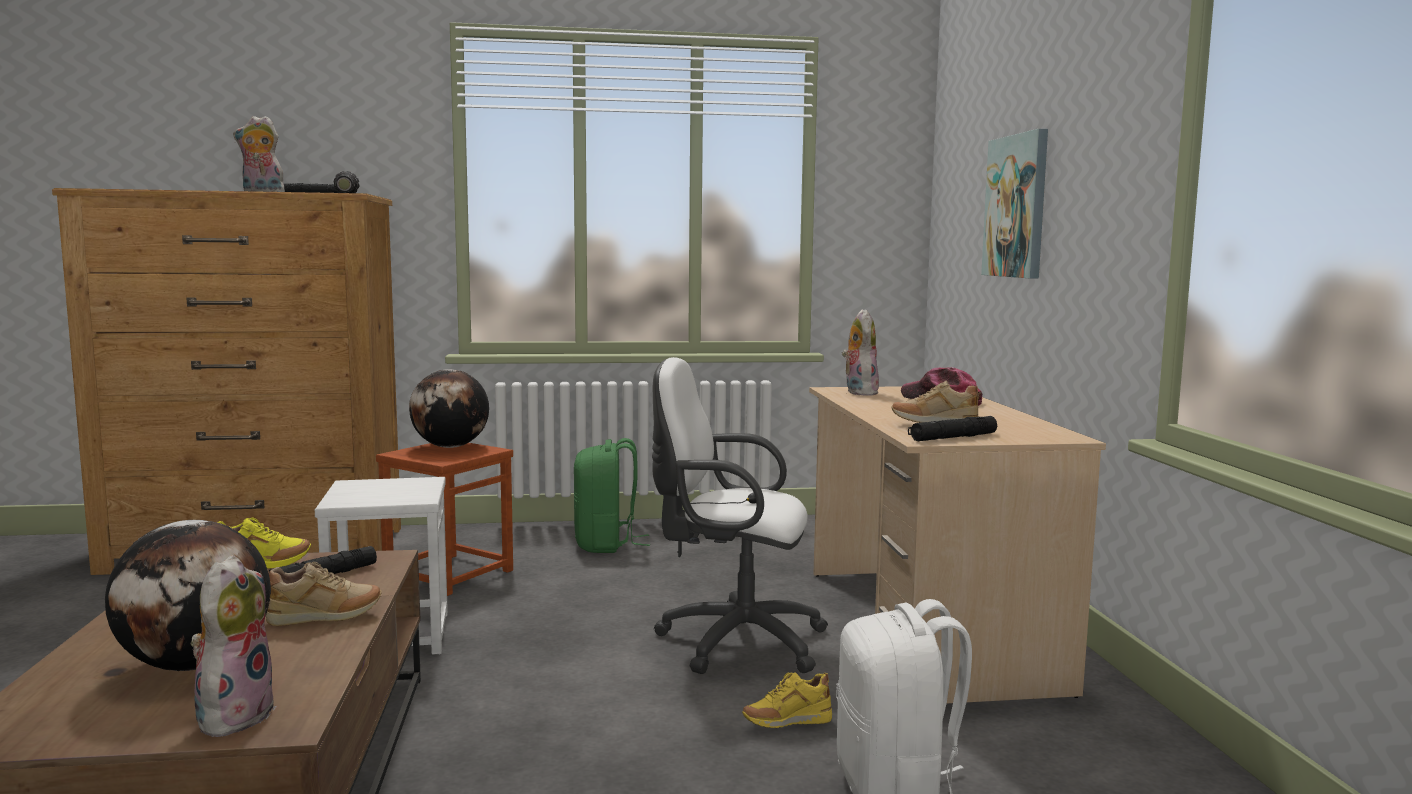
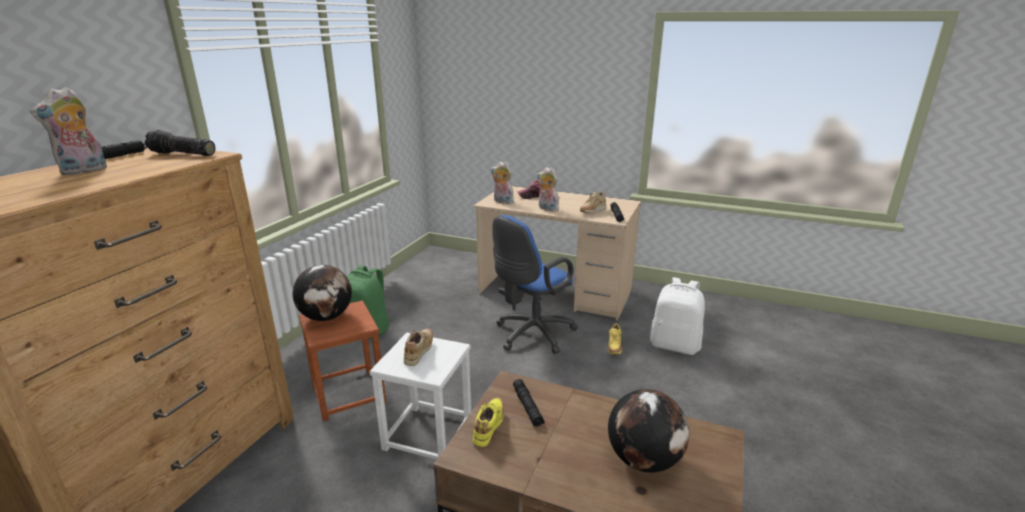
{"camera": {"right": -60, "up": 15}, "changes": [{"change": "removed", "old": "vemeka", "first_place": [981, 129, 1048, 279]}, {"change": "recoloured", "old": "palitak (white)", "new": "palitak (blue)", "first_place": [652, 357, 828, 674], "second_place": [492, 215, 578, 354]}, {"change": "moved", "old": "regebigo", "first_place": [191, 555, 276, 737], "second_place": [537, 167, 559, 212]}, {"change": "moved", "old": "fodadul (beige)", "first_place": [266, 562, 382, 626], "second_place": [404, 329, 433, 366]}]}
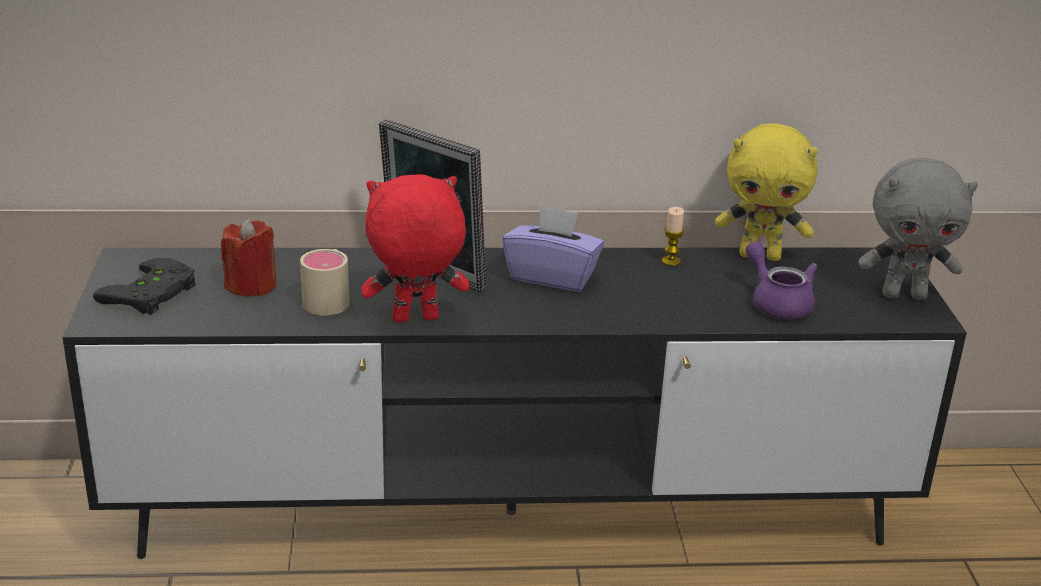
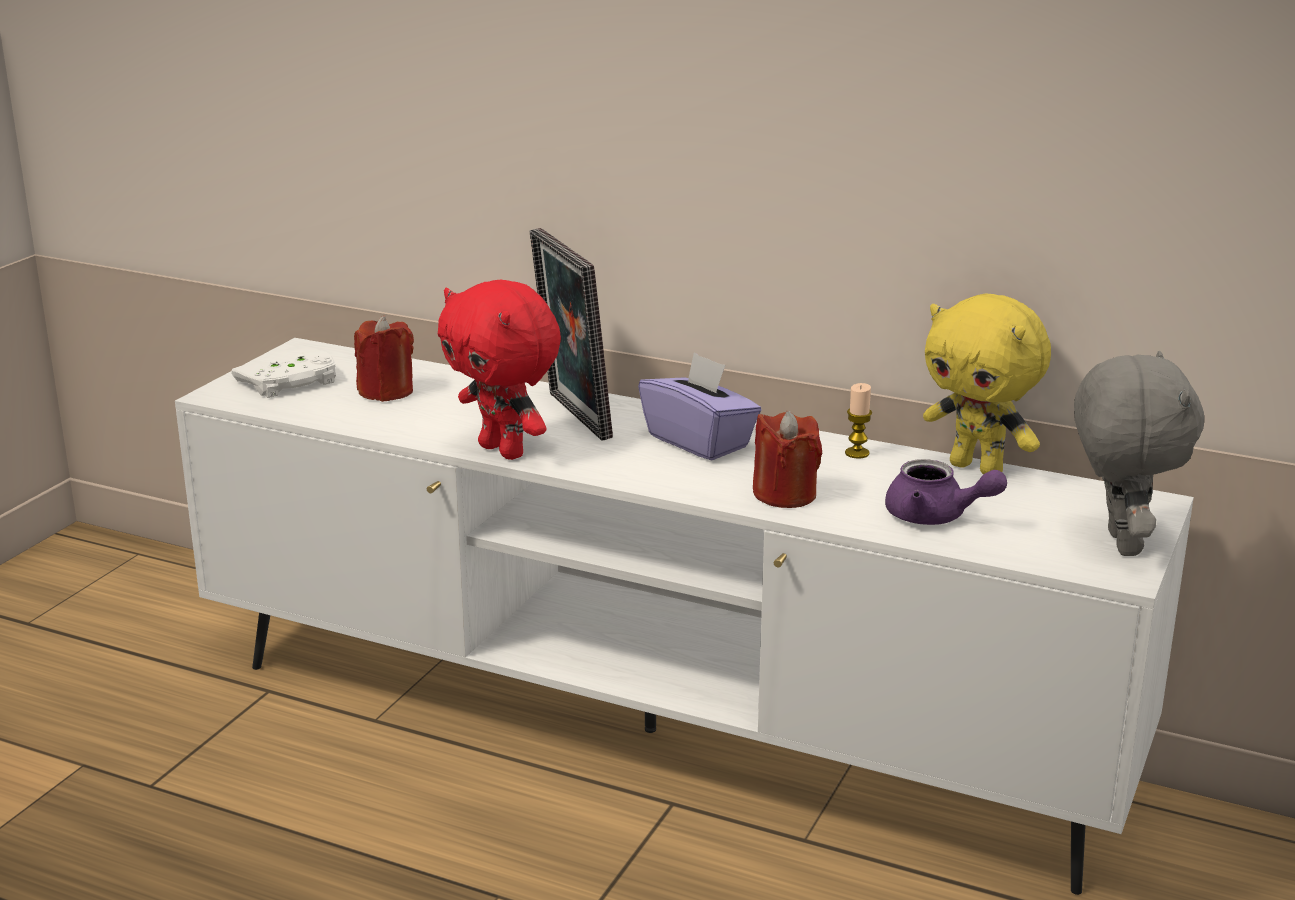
{"camera": {"right": 30, "up": -5}, "changes": [{"change": "turned", "old": "regebigo (grey)", "first_place": [858, 158, 978, 300], "second_place": [1074, 351, 1204, 556], "degrees": -120}, {"change": "turned", "old": "regebigo (red)", "first_place": [361, 174, 469, 322], "second_place": [438, 279, 561, 460], "degrees": -150}, {"change": "turned", "old": "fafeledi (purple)", "first_place": [746, 242, 818, 319], "second_place": [885, 459, 1007, 525], "degrees": 120}, {"change": "recoloured", "old": "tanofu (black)", "new": "tanofu (white)", "first_place": [62, 248, 967, 559], "second_place": [175, 338, 1194, 895]}, {"change": "removed", "old": "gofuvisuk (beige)", "first_place": [300, 249, 349, 316]}, {"change": "recoloured", "old": "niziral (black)", "new": "niziral (white)", "first_place": [93, 258, 195, 315], "second_place": [232, 350, 336, 398]}, {"change": "added", "new": "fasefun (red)", "second_place": [753, 411, 822, 508]}]}
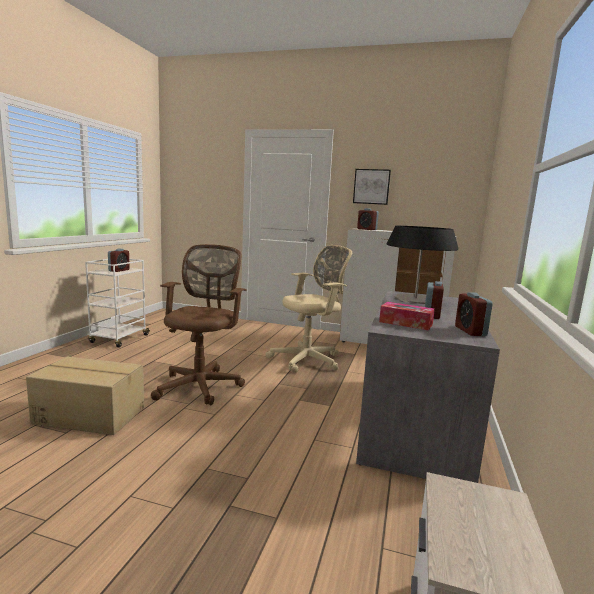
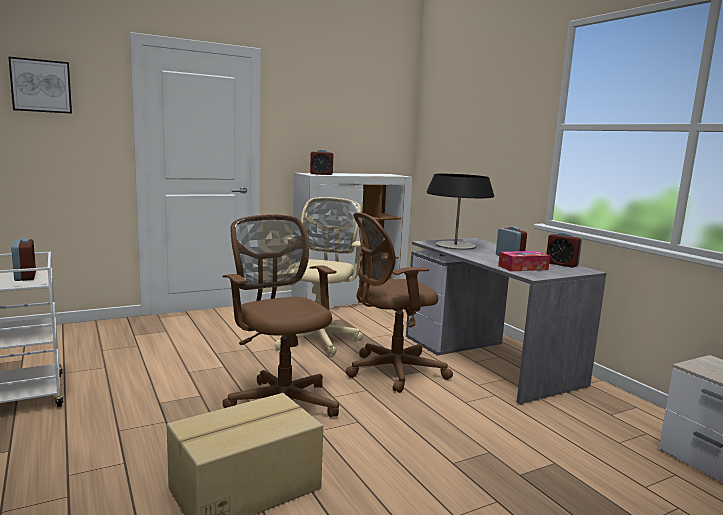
{"camera": {"right": -45, "up": 0}, "changes": [{"change": "moved", "old": "vemeka", "first_place": [353, 169, 391, 205], "second_place": [8, 57, 72, 114]}, {"change": "added", "new": "palitak (brown)", "second_place": [346, 212, 453, 393]}]}
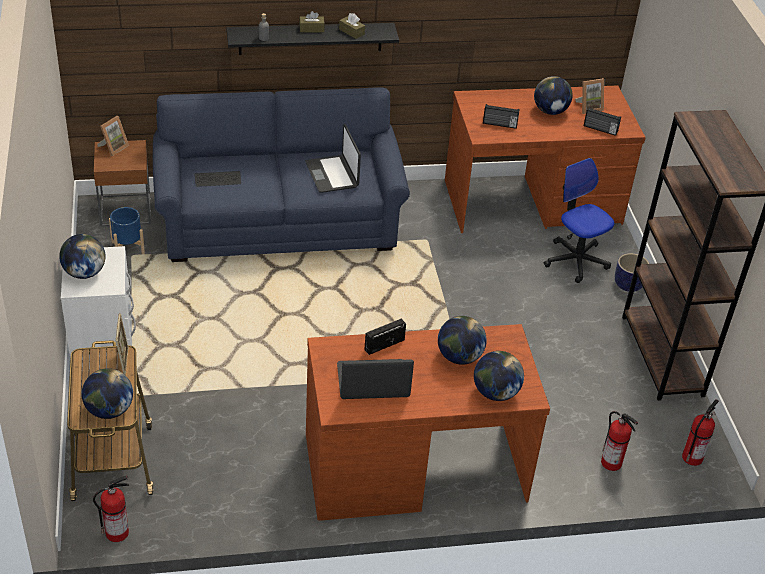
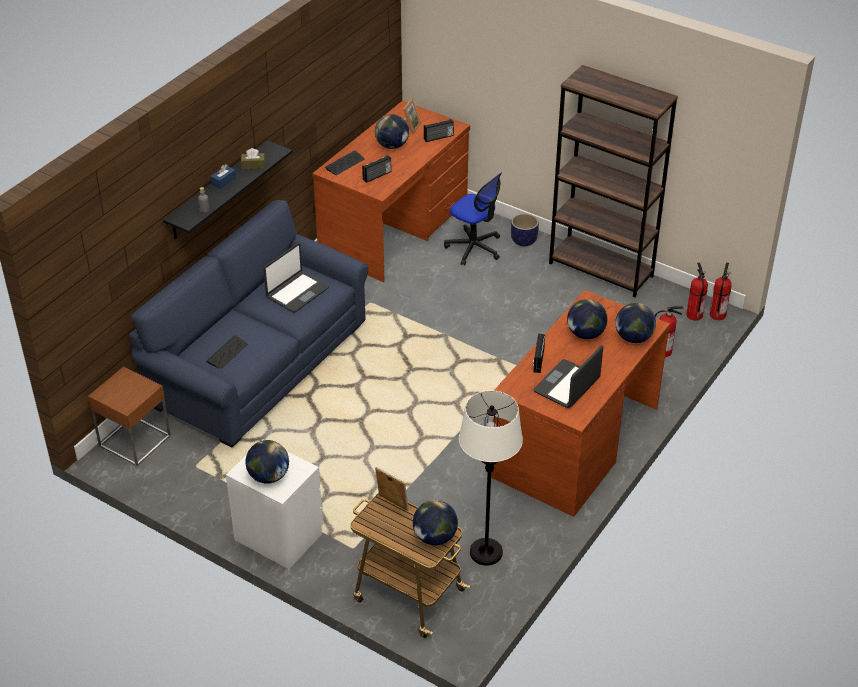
{"camera": {"right": -45, "up": 0}, "changes": [{"change": "recoloured", "old": "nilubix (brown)", "new": "nilubix (blue)", "first_place": [299, 11, 325, 32], "second_place": [210, 164, 236, 189]}, {"change": "removed", "old": "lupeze", "first_place": [97, 116, 129, 156]}, {"change": "turned", "old": "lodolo", "first_place": [305, 124, 361, 193], "second_place": [263, 243, 329, 313], "degrees": -75}, {"change": "turned", "old": "palitak", "first_place": [544, 158, 614, 283], "second_place": [444, 172, 502, 266], "degrees": -150}, {"change": "removed", "old": "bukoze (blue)", "first_place": [109, 207, 145, 254]}, {"change": "moved", "old": "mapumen", "first_place": [93, 476, 129, 542], "second_place": [710, 262, 732, 320]}, {"change": "added", "new": "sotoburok", "second_place": [325, 150, 364, 175]}, {"change": "added", "new": "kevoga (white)", "second_place": [459, 390, 523, 566]}]}
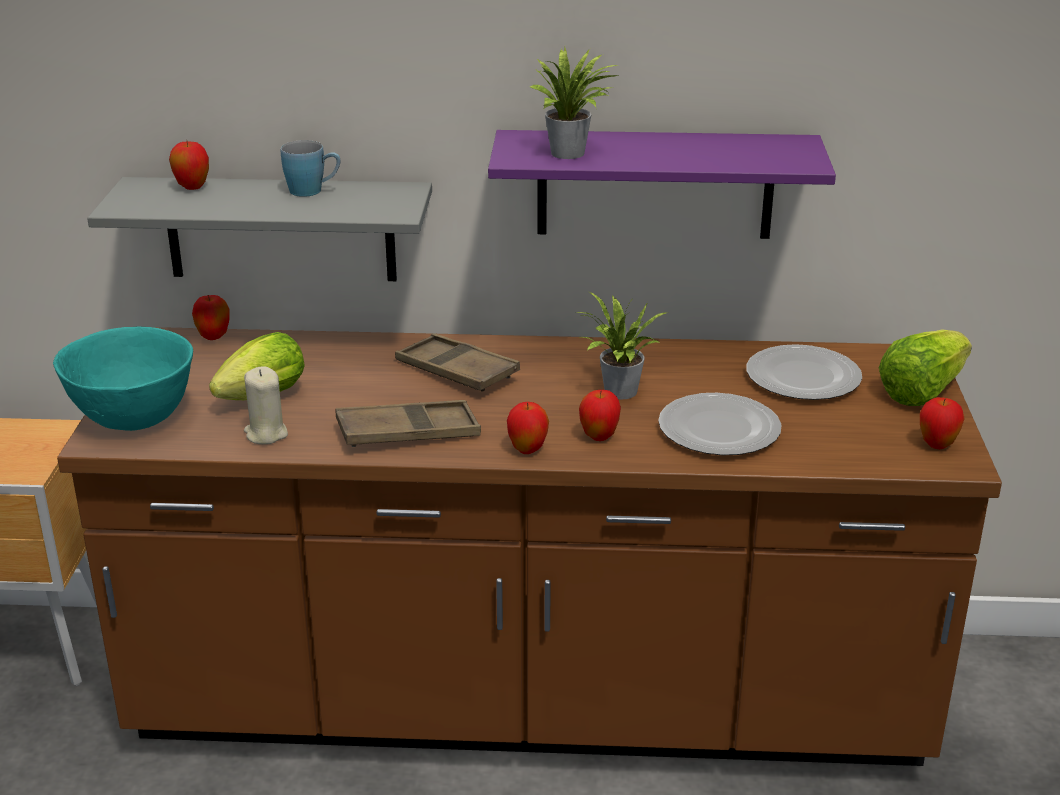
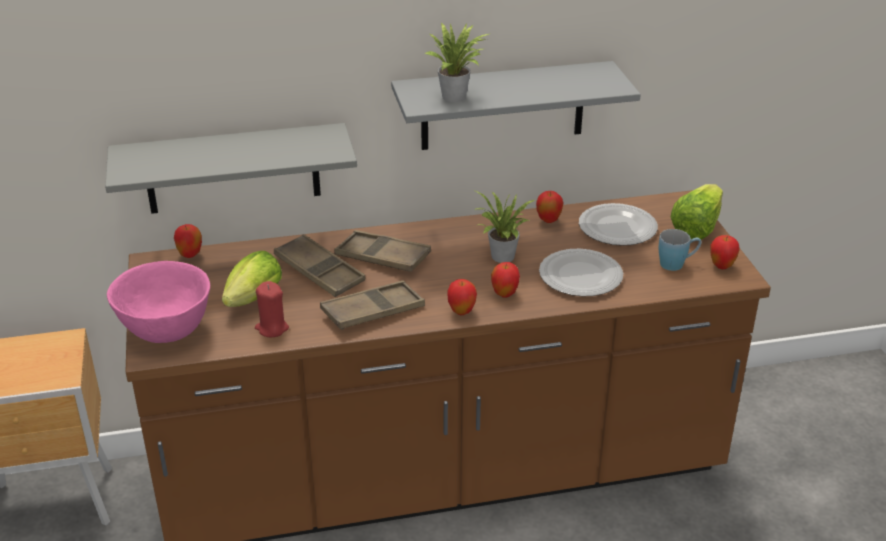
{"camera": {"right": -15, "up": 5}, "changes": [{"change": "recoloured", "old": "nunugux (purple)", "new": "nunugux (grey)", "first_place": [488, 130, 836, 239], "second_place": [391, 61, 641, 150]}, {"change": "moved", "old": "gofuvisuk (blue)", "first_place": [281, 140, 340, 197], "second_place": [659, 229, 702, 271]}, {"change": "moved", "old": "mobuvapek", "first_place": [169, 141, 209, 190], "second_place": [536, 191, 564, 223]}, {"change": "recoloured", "old": "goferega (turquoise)", "new": "goferega (pink)", "first_place": [53, 327, 193, 431], "second_place": [107, 261, 210, 343]}, {"change": "recoloured", "old": "fasefun (beige)", "new": "fasefun (red)", "first_place": [244, 366, 288, 444], "second_place": [255, 281, 289, 338]}, {"change": "added", "new": "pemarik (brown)", "second_place": [274, 234, 365, 297]}]}
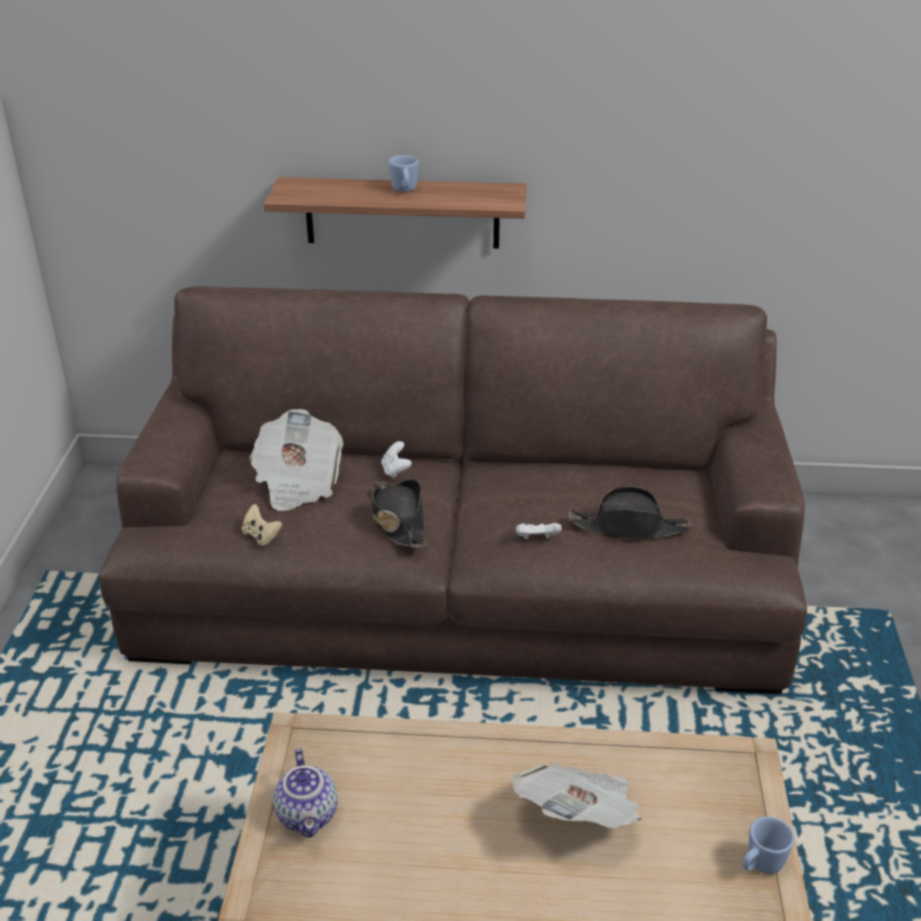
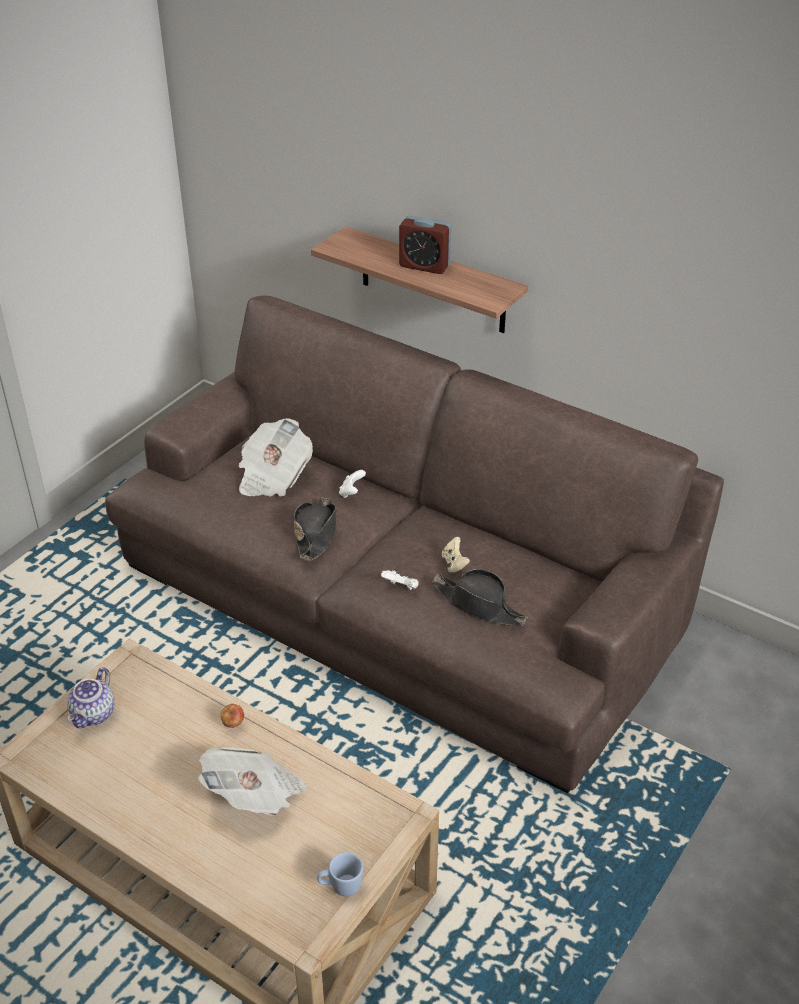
{"camera": {"right": 30, "up": 5}, "changes": [{"change": "replaced", "old": "gofuvisuk (blue)", "new": "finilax", "first_place": [389, 155, 419, 192], "second_place": [399, 215, 451, 274]}, {"change": "moved", "old": "niziral (beige)", "first_place": [242, 504, 282, 546], "second_place": [442, 537, 470, 573]}, {"change": "added", "new": "mobuvapek", "second_place": [220, 704, 244, 728]}]}
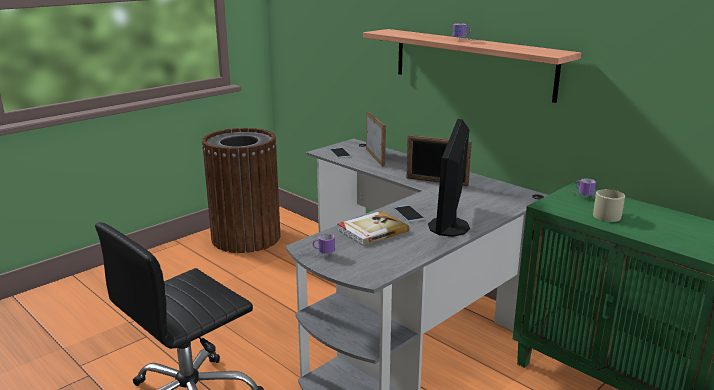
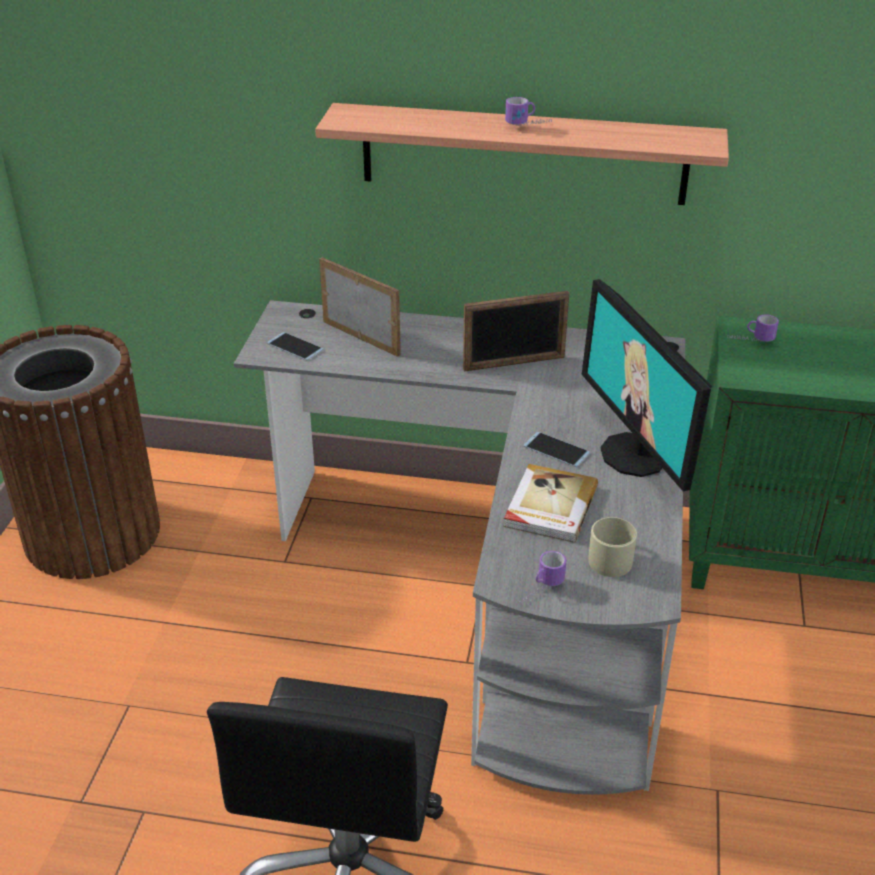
{"camera": {"right": -35, "up": 15}, "changes": [{"change": "moved", "old": "gofuvisuk (beige)", "first_place": [593, 189, 625, 222], "second_place": [588, 517, 637, 577]}]}
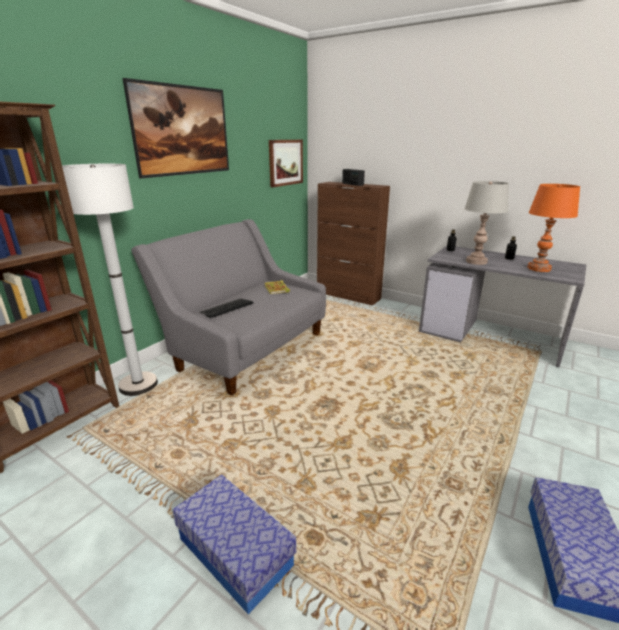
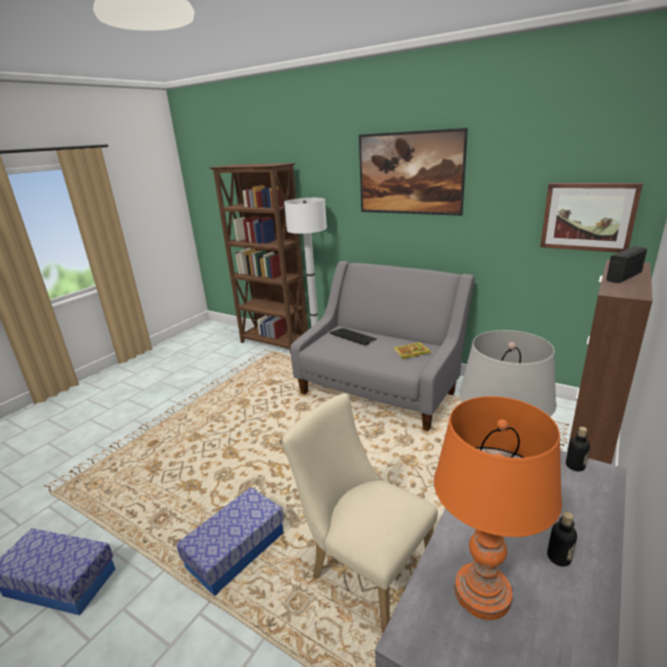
{"camera": {"right": 90, "up": 0}, "changes": [{"change": "moved", "old": "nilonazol", "first_place": [172, 474, 297, 614], "second_place": [176, 487, 284, 596]}, {"change": "added", "new": "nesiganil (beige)", "second_place": [282, 393, 438, 633]}]}
